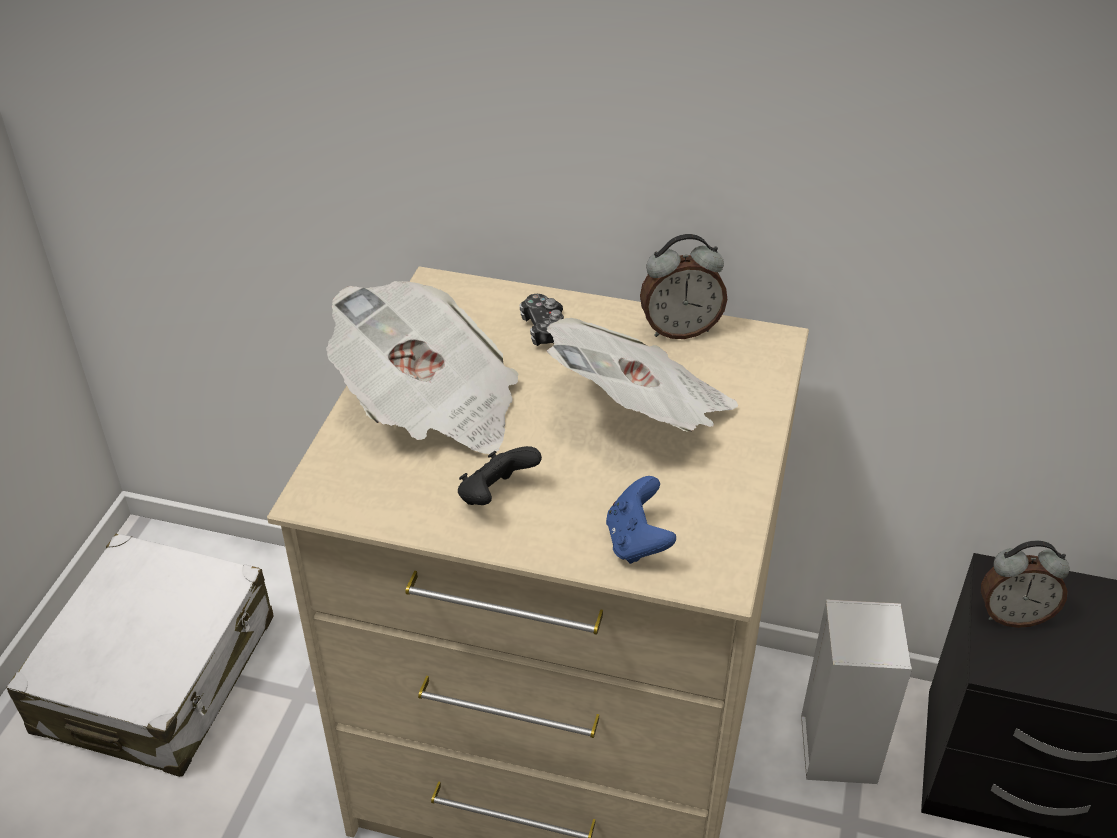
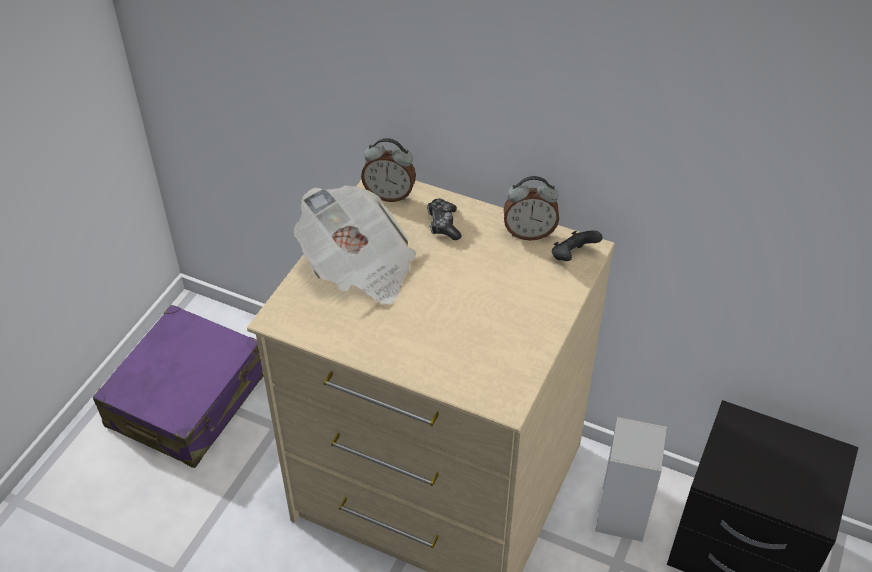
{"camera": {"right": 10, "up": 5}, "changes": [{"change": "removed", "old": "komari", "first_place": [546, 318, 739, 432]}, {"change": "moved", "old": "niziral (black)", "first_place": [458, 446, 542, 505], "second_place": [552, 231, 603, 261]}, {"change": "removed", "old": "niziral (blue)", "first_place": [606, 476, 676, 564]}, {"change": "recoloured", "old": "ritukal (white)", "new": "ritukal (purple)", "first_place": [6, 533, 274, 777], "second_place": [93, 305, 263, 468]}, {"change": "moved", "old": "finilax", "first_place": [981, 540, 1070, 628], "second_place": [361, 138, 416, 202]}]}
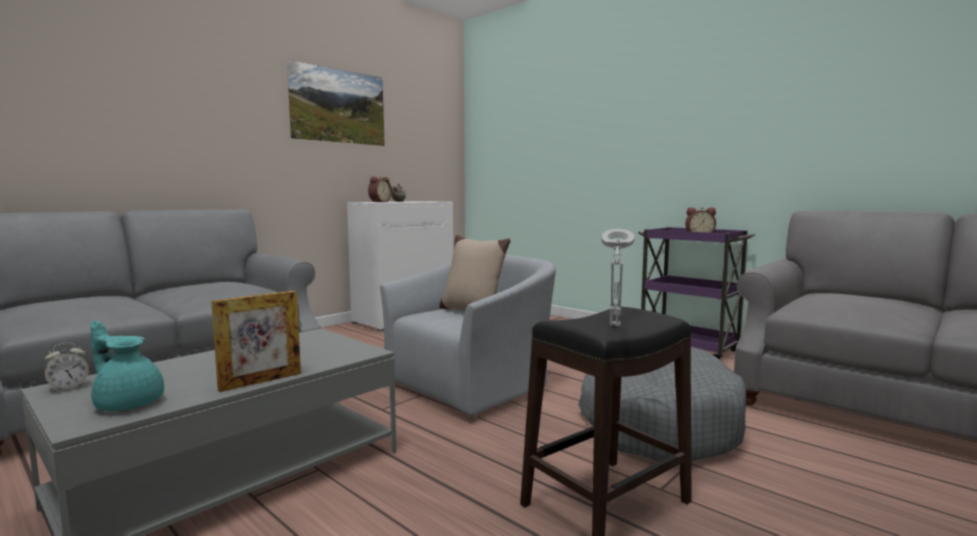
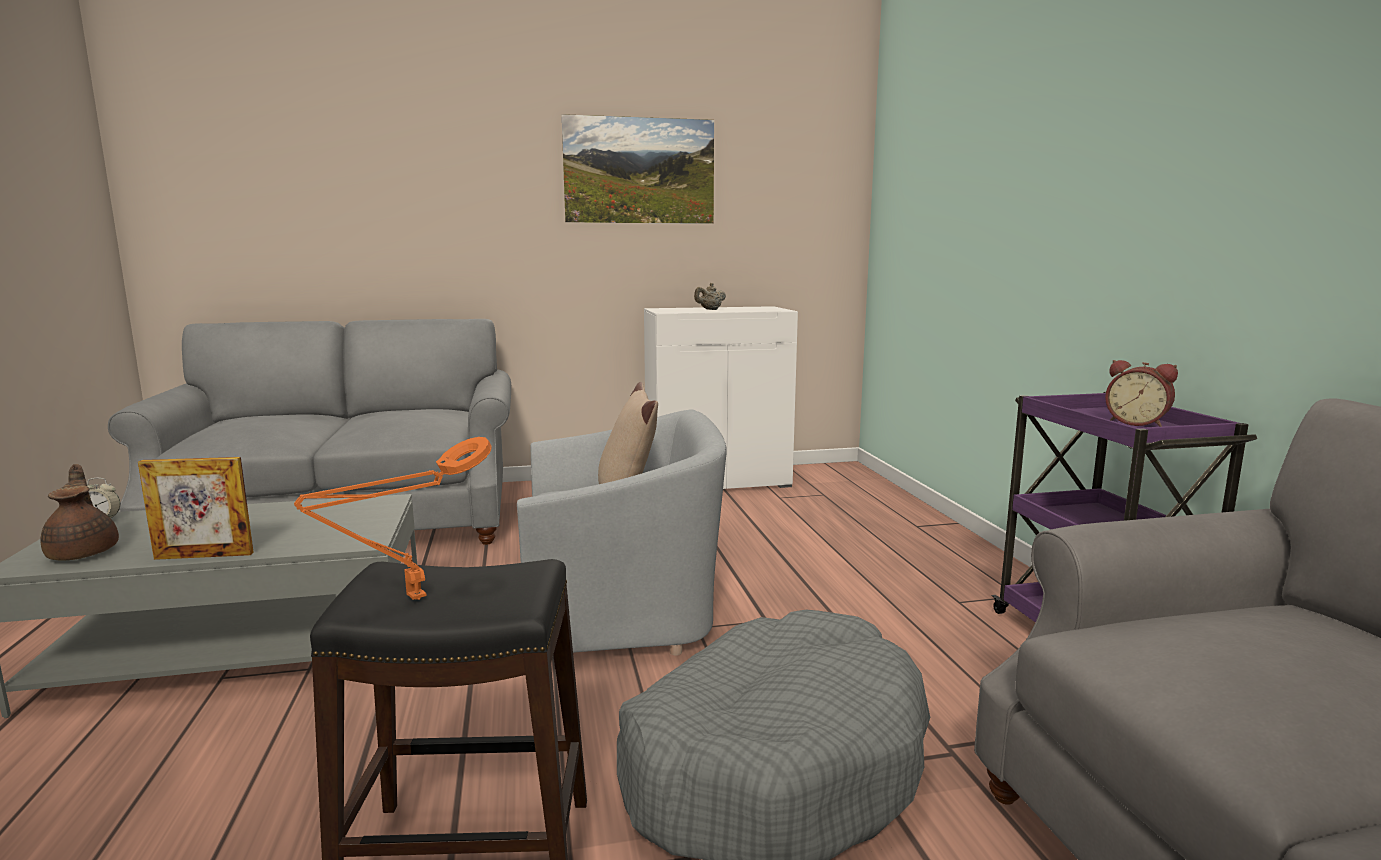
{"camera": {"right": 35, "up": 5}, "changes": [{"change": "removed", "old": "finilax", "first_place": [368, 176, 392, 202]}, {"change": "recoloured", "old": "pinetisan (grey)", "new": "pinetisan (orange)", "first_place": [601, 229, 635, 326], "second_place": [294, 437, 492, 600]}, {"change": "recoloured", "old": "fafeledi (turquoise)", "new": "fafeledi (brown)", "first_place": [91, 321, 164, 412], "second_place": [40, 464, 119, 560]}]}
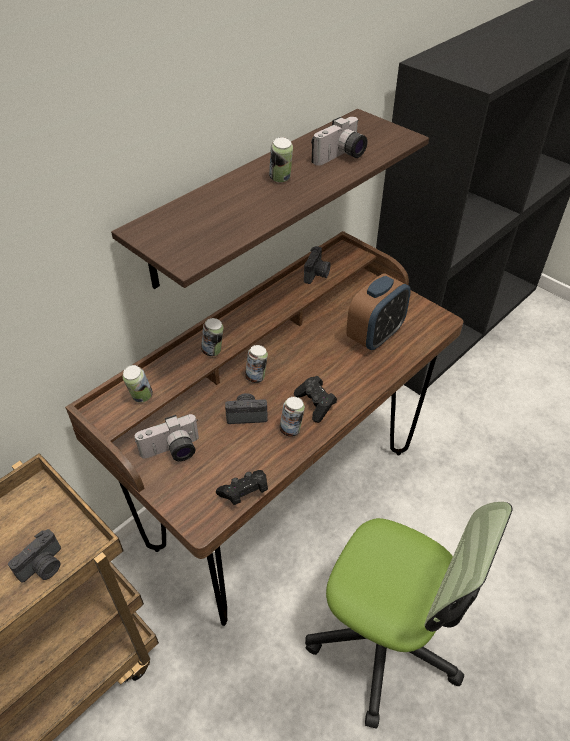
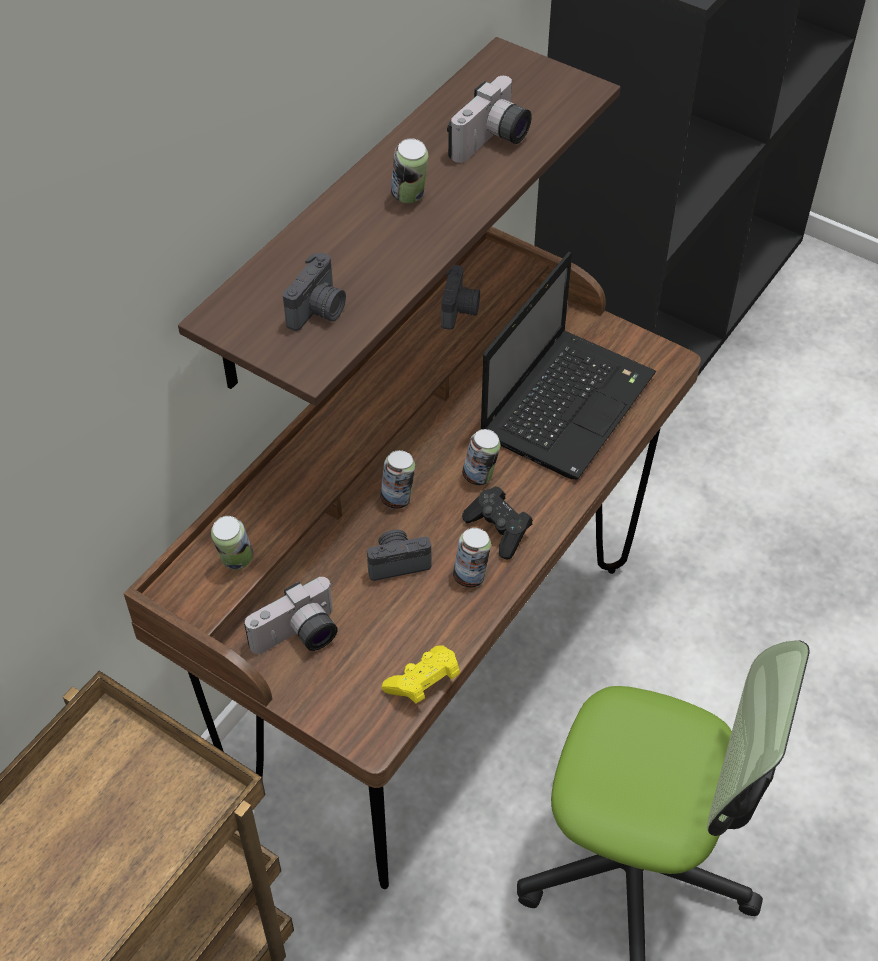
{"camera": {"right": -10, "up": 5}, "changes": [{"change": "replaced", "old": "finilax", "new": "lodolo", "first_place": [346, 273, 411, 350], "second_place": [481, 252, 656, 479]}, {"change": "moved", "old": "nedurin", "first_place": [201, 318, 223, 356], "second_place": [462, 429, 500, 485]}, {"change": "recoloured", "old": "niziral (black)", "new": "niziral (yellow)", "first_place": [216, 470, 268, 505], "second_place": [382, 645, 460, 704]}, {"change": "moved", "old": "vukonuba", "first_place": [8, 529, 61, 583], "second_place": [283, 252, 346, 331]}]}
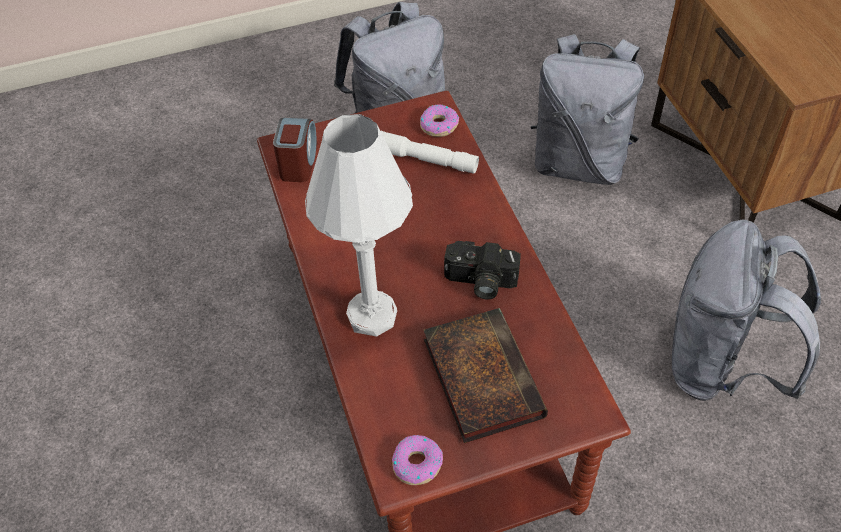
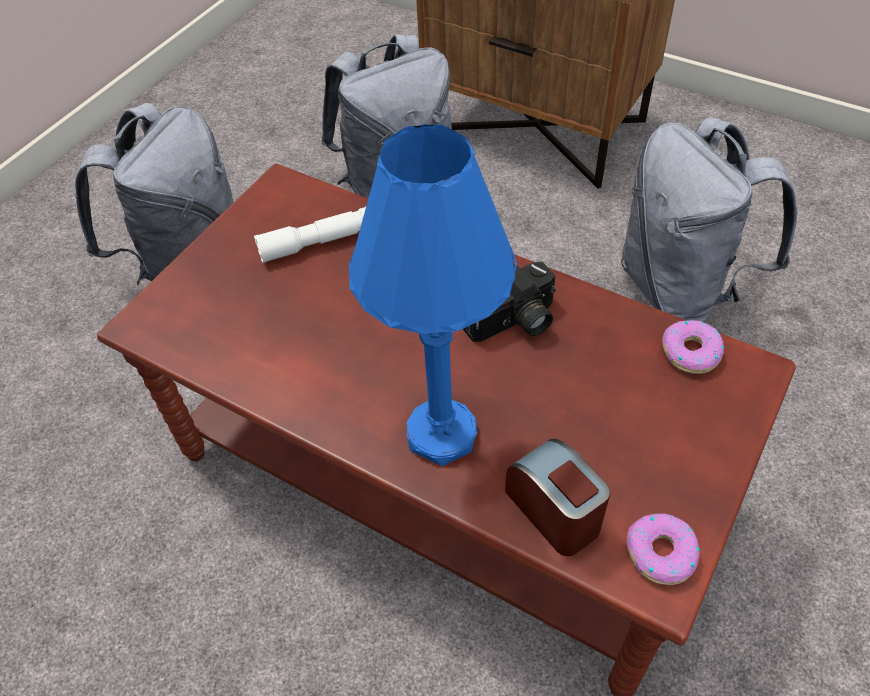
{"camera": {"right": -40, "up": 0}, "changes": [{"change": "moved", "old": "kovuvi", "first_place": [420, 104, 459, 137], "second_place": [662, 320, 724, 374]}, {"change": "recoloured", "old": "pinetisan (white)", "new": "pinetisan (blue)", "first_place": [305, 114, 413, 337], "second_place": [349, 124, 517, 466]}, {"change": "moved", "old": "finilax", "first_place": [273, 118, 318, 182], "second_place": [505, 439, 610, 556]}, {"change": "removed", "old": "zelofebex", "first_place": [424, 308, 548, 443]}]}
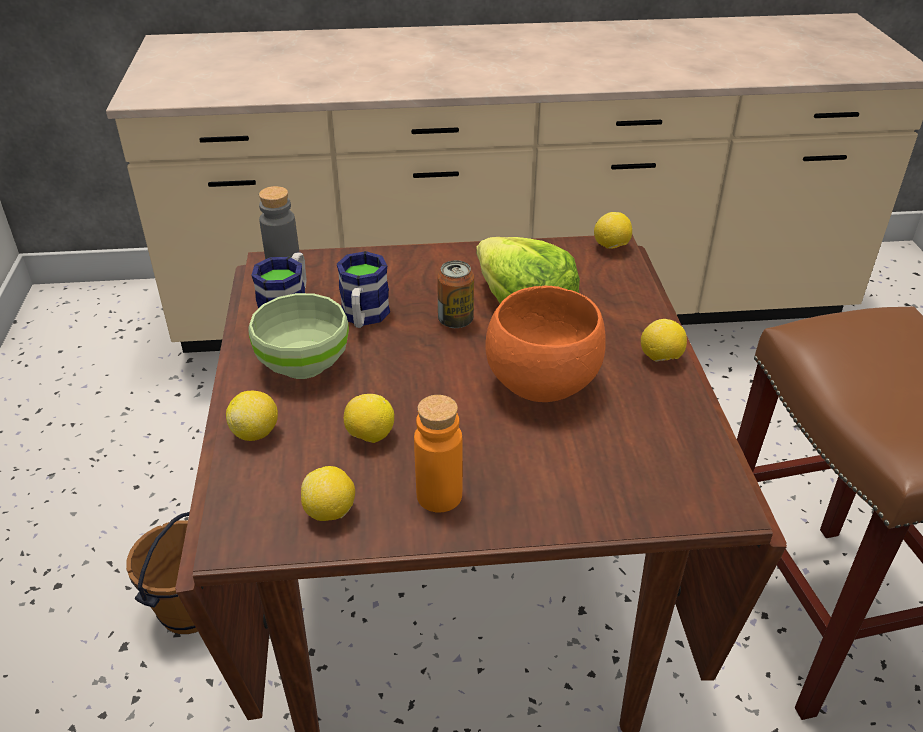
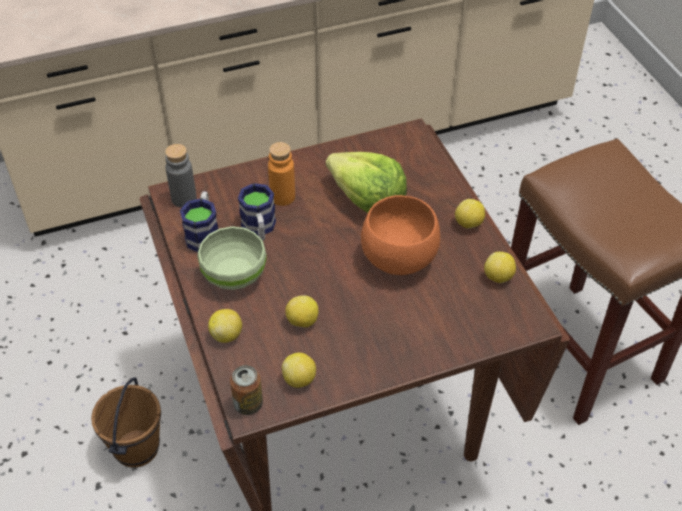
{"camera": {"right": -15, "up": 10}, "changes": [{"change": "moved", "old": "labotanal", "first_place": [594, 212, 632, 249], "second_place": [484, 252, 516, 283]}, {"change": "moved", "old": "nedurin", "first_place": [437, 260, 474, 328], "second_place": [230, 365, 263, 415]}, {"change": "moved", "old": "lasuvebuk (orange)", "first_place": [414, 395, 463, 513], "second_place": [268, 142, 295, 206]}]}
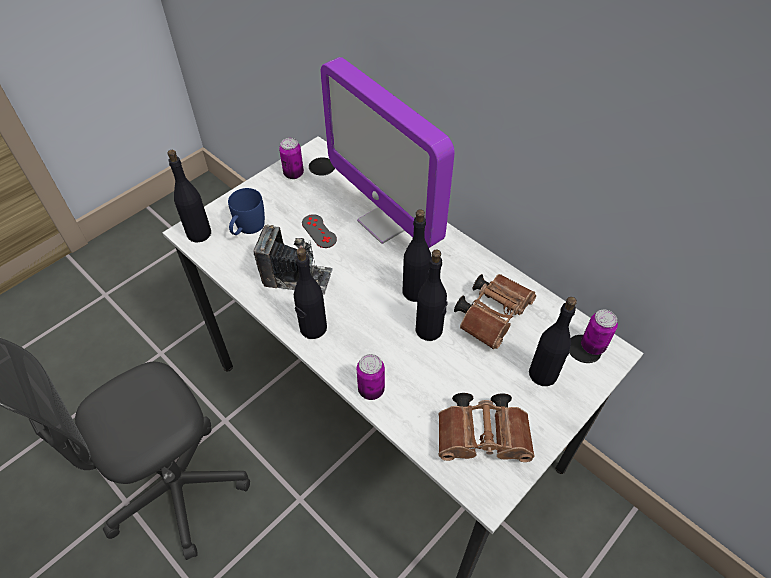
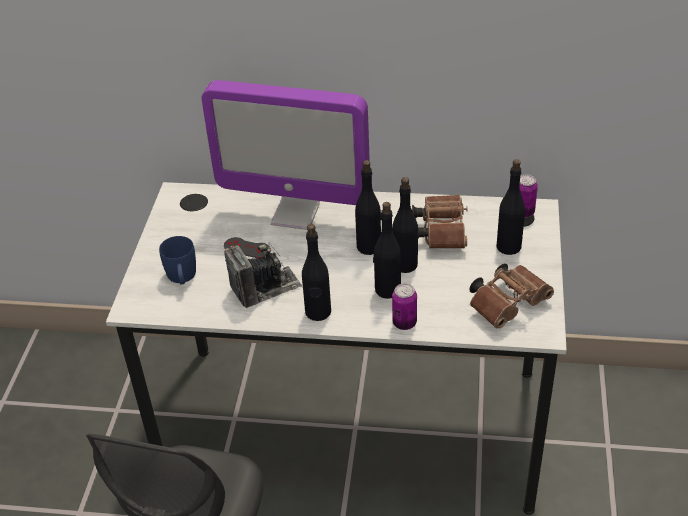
{"camera": {"right": -35, "up": -10}, "changes": [{"change": "removed", "old": "nedurin", "first_place": [279, 138, 304, 179]}, {"change": "moved", "old": "lasuvebuk (black)", "first_place": [167, 150, 211, 243], "second_place": [373, 202, 401, 299]}]}
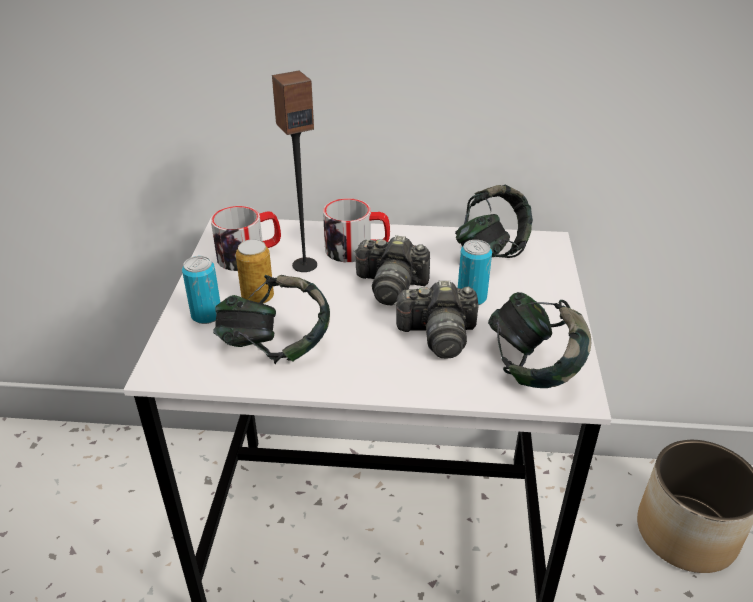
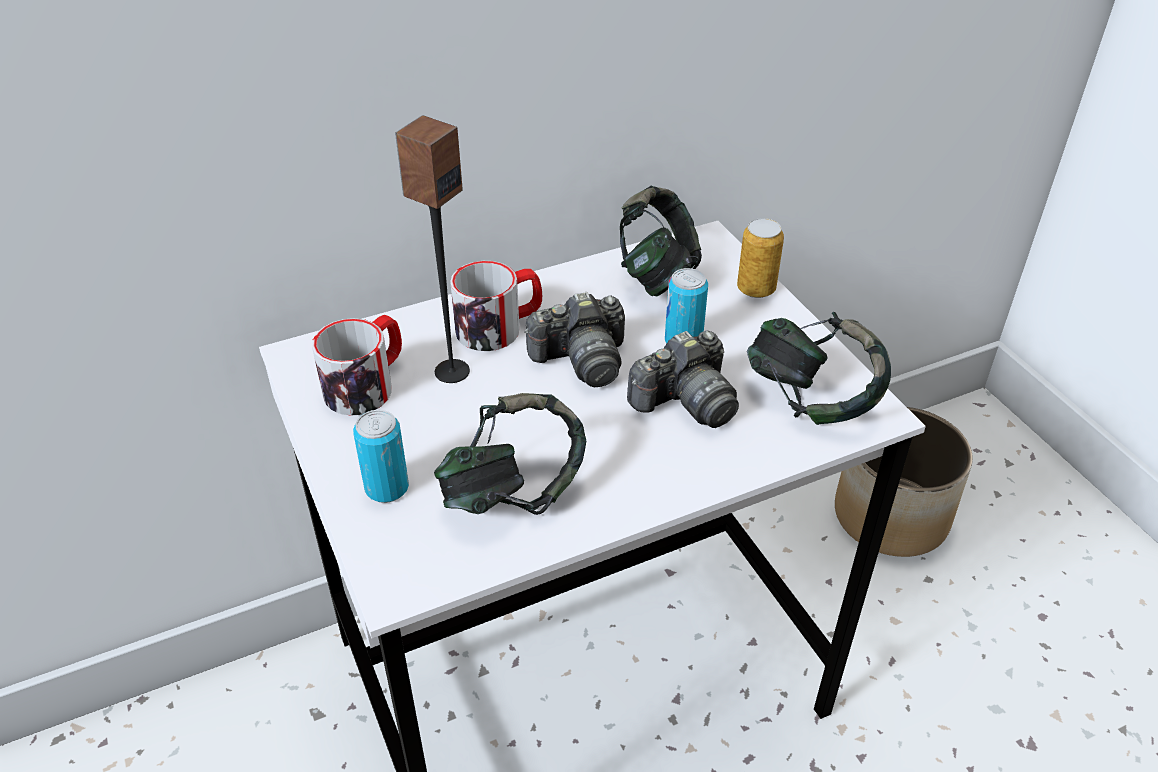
{"camera": {"right": -30, "up": 5}, "changes": [{"change": "moved", "old": "nedurin", "first_place": [236, 239, 274, 304], "second_place": [737, 218, 784, 298]}]}
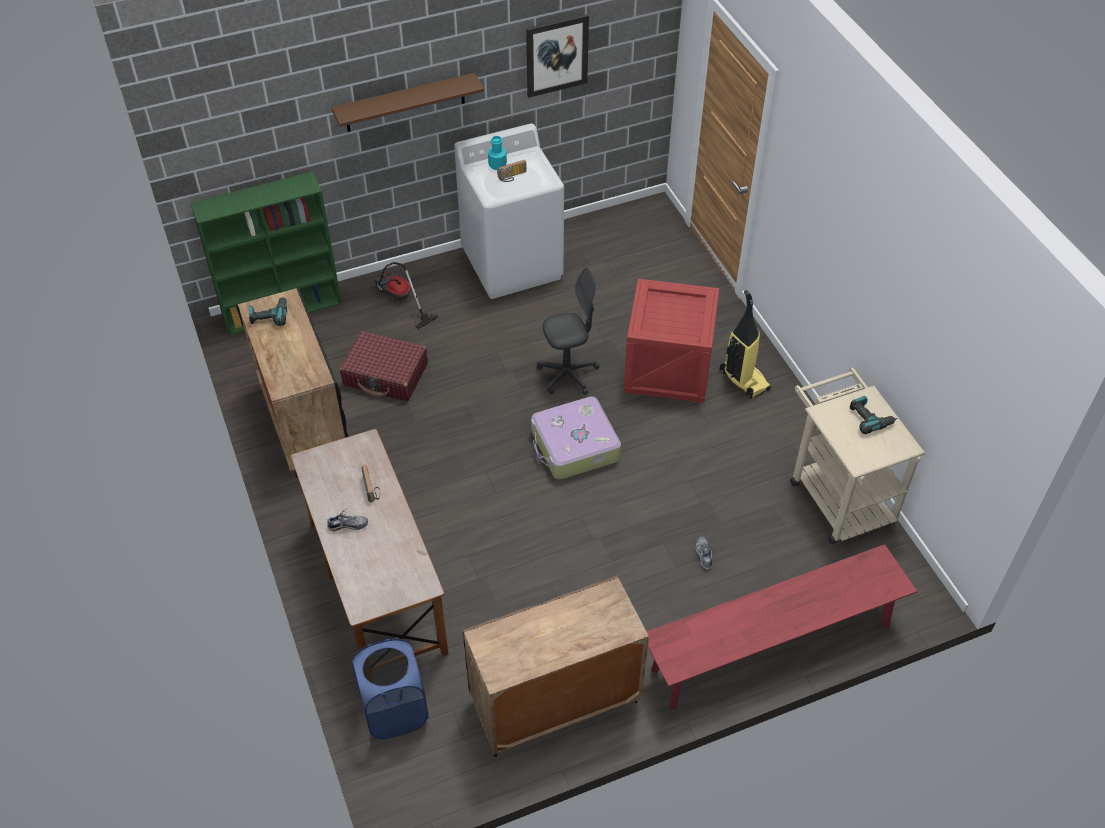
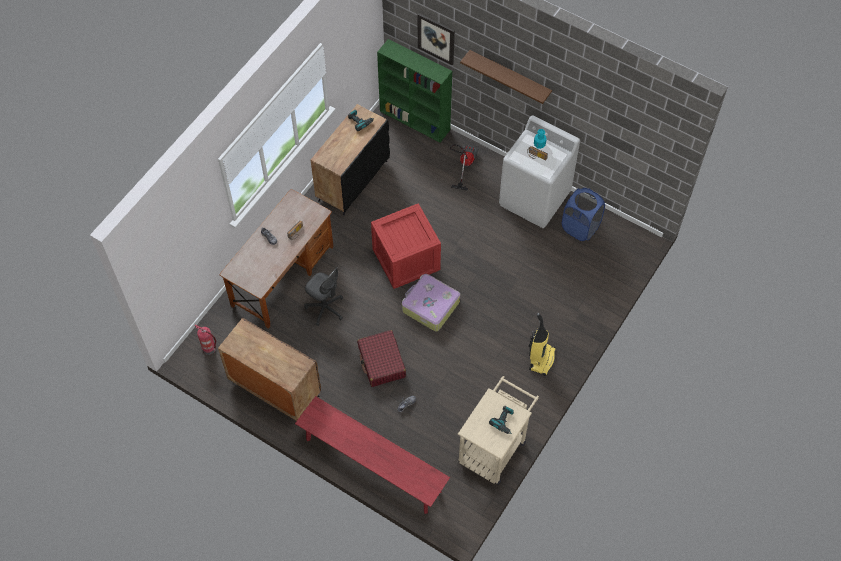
{"camera": {"right": 55, "up": 10}, "changes": [{"change": "moved", "old": "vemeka", "first_place": [526, 14, 589, 98], "second_place": [418, 13, 455, 65]}, {"change": "moved", "old": "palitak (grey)", "first_place": [537, 267, 600, 395], "second_place": [304, 267, 343, 326]}, {"change": "moved", "old": "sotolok", "first_place": [624, 279, 719, 403], "second_place": [371, 203, 441, 289]}, {"change": "moved", "old": "ritukal (red)", "first_place": [340, 331, 428, 401], "second_place": [357, 330, 406, 387]}, {"change": "moved", "old": "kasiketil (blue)", "first_place": [352, 639, 429, 739], "second_place": [562, 188, 605, 241]}, {"change": "added", "new": "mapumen", "second_place": [194, 324, 216, 355]}]}
